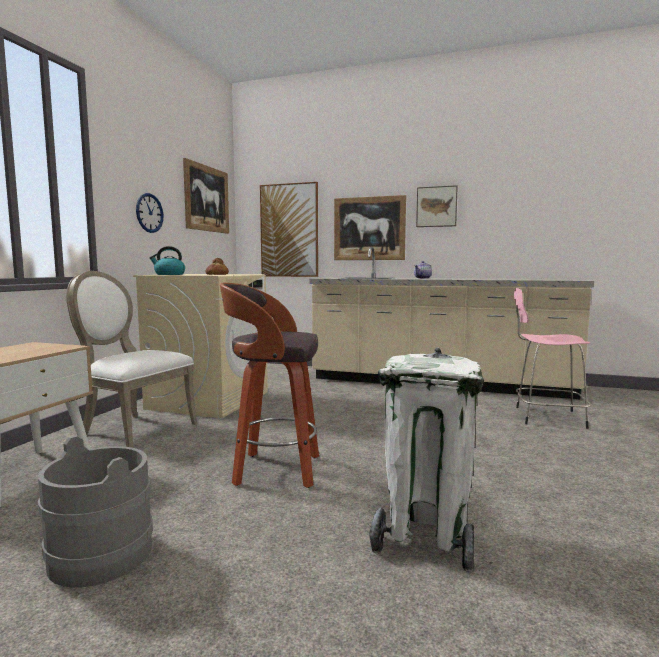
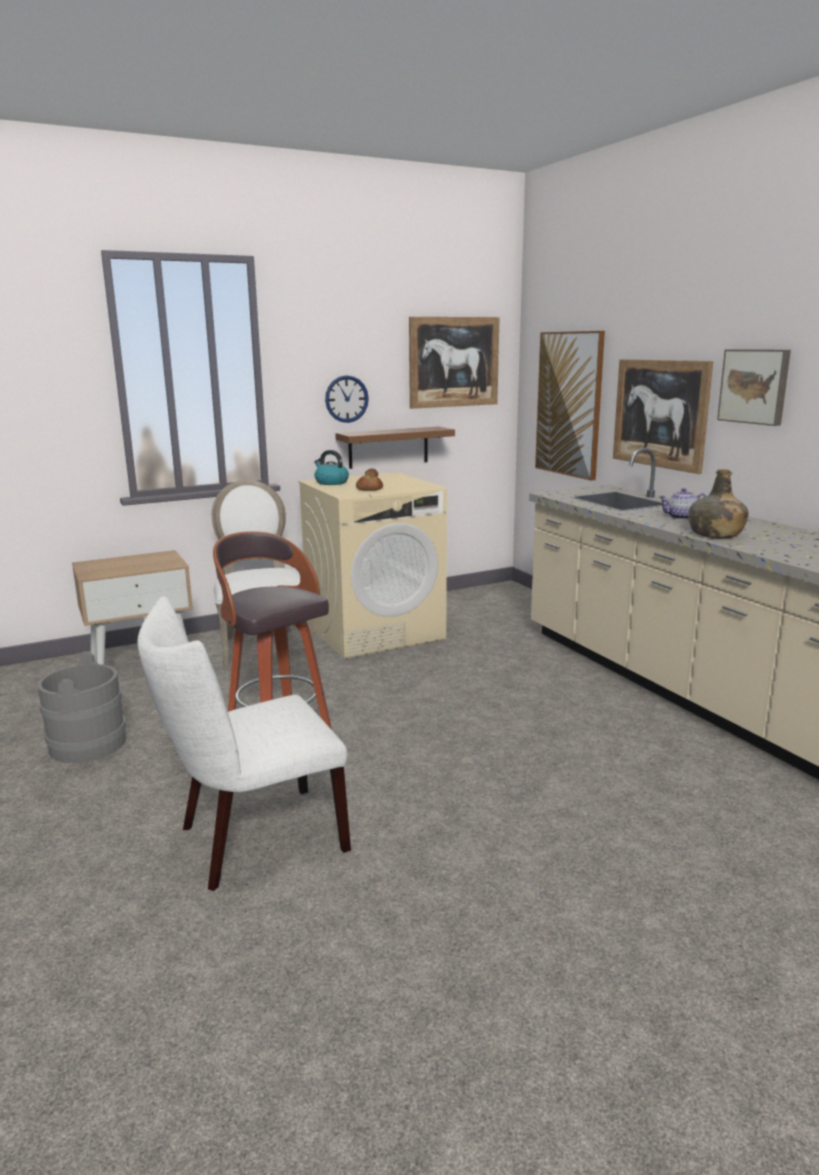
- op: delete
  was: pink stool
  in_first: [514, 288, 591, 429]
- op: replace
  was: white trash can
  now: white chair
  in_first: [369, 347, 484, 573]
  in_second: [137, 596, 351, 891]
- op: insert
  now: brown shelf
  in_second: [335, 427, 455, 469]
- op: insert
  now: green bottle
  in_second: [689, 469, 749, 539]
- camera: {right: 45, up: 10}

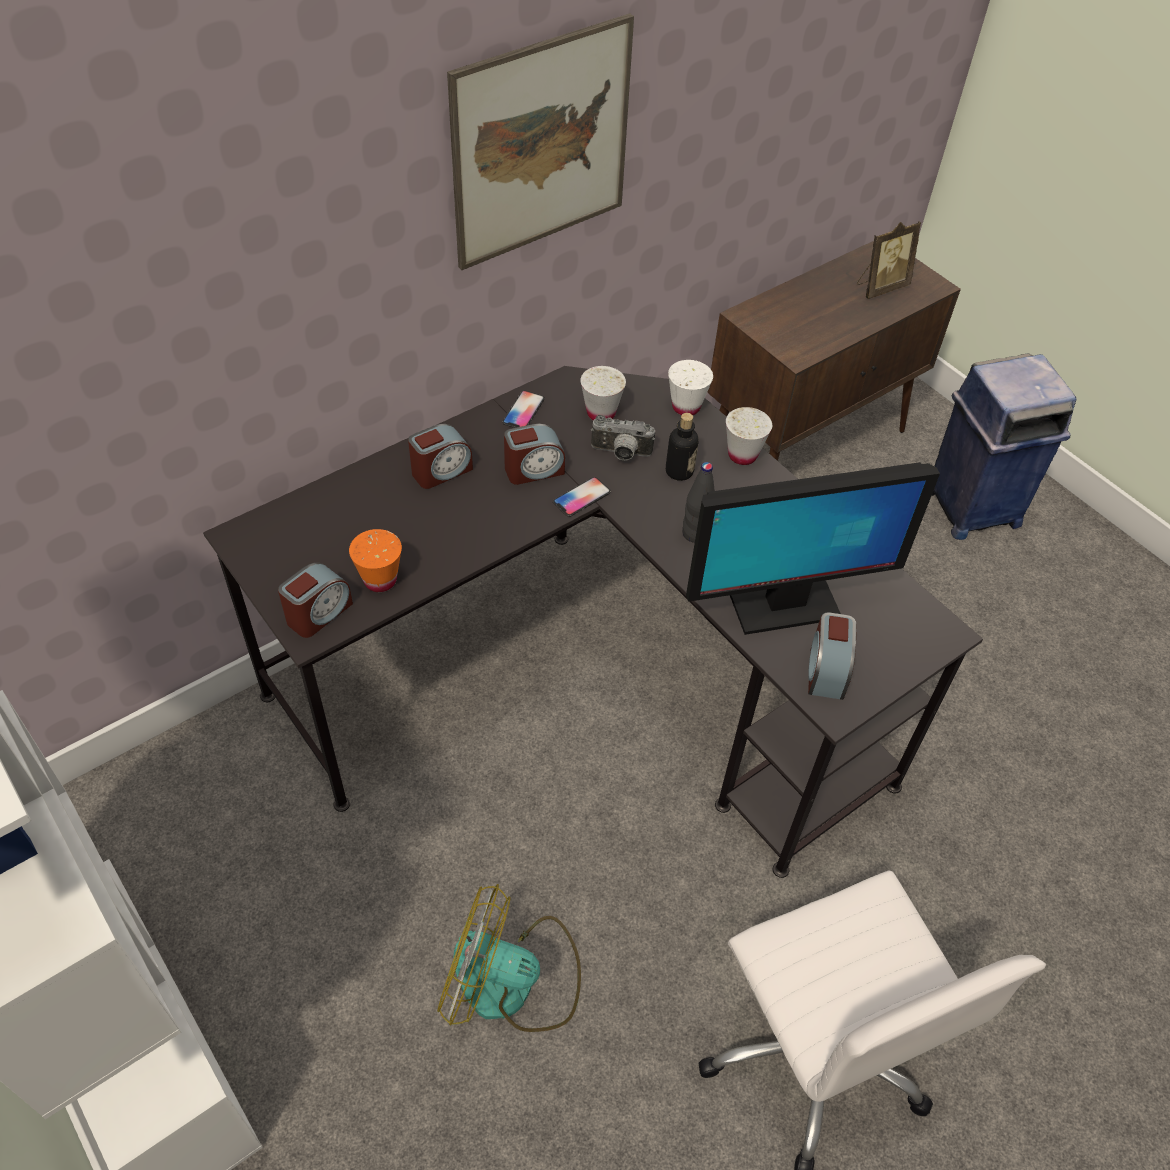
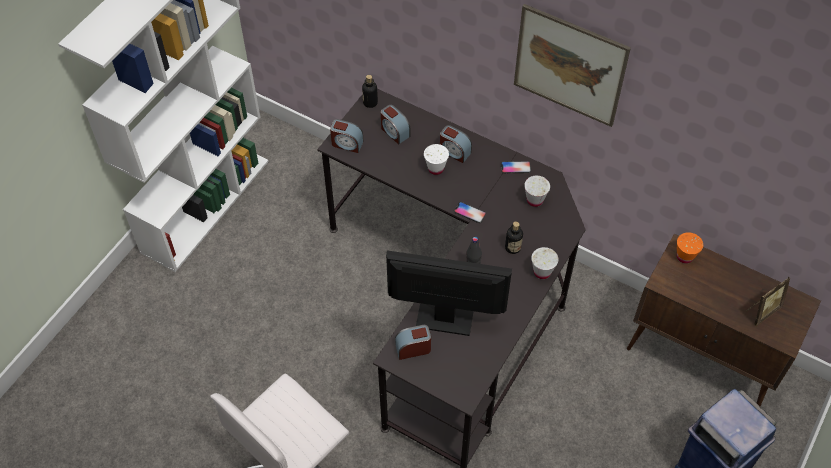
- op: rotate
  was: picture frame
  in_first: [857, 221, 921, 299]
  in_second: [746, 277, 790, 326]
  clockwise: -75
- op: move
  was: white cup
  in_first: [668, 360, 713, 415]
  in_second: [424, 144, 449, 175]
- op: delete
  was: photo camera
  in_first: [591, 415, 655, 461]
- op: move
  was: alarm clock
  in_first: [504, 424, 565, 485]
  in_second: [381, 105, 410, 144]
- op: rotate
  was: monitor
  in_first: [686, 462, 940, 635]
  in_second: [386, 250, 512, 336]
  clockwise: 135
- op: move
  was: orange cup
  in_first: [349, 529, 402, 592]
  in_second: [677, 232, 703, 264]
- op: delete
  was: fan
  in_first: [437, 884, 581, 1032]
- op: insert
  now: bottle
  in_second: [362, 75, 378, 108]
- camera: {right: 70, up: 5}

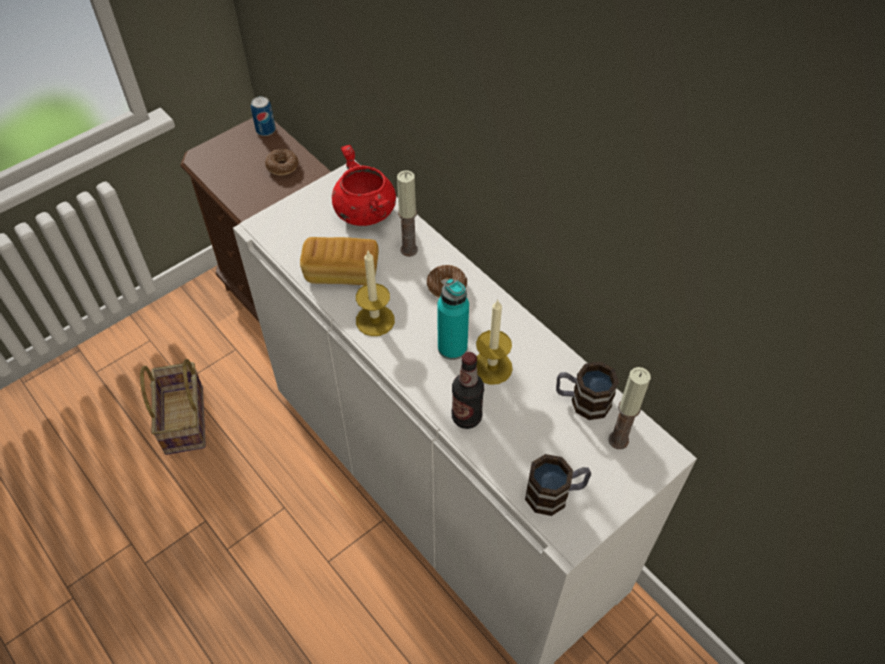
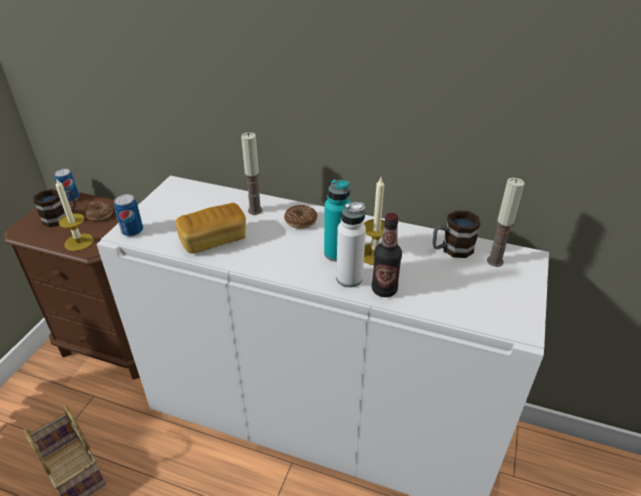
- op: delete
  was: red cooking pot
  in_first: [332, 145, 396, 226]
- op: move
  was: candle
  in_first: [356, 251, 395, 336]
  in_second: [56, 179, 94, 251]
- op: move
  was: mug
  in_first: [525, 454, 591, 516]
  in_second: [33, 189, 76, 227]
- op: insert
  now: can
  in_second: [114, 194, 143, 237]
- op: insert
  now: white bottle
  in_second: [336, 202, 366, 287]
- camera: {right: -30, up: -15}

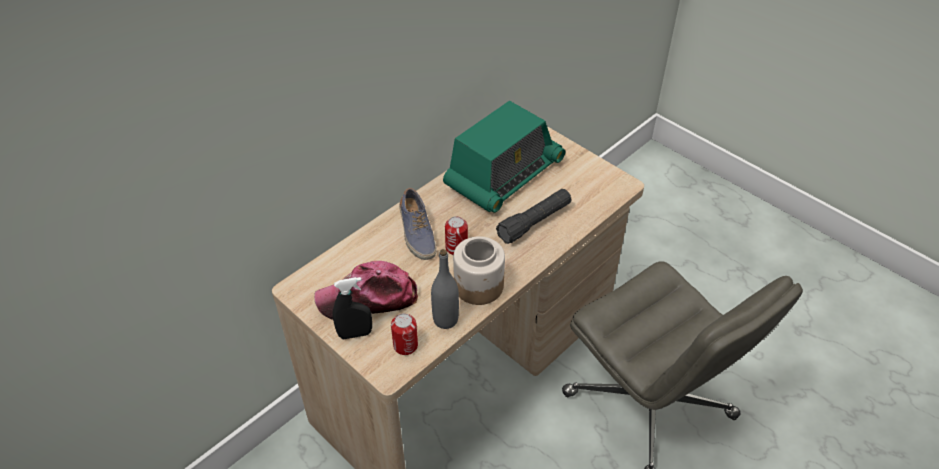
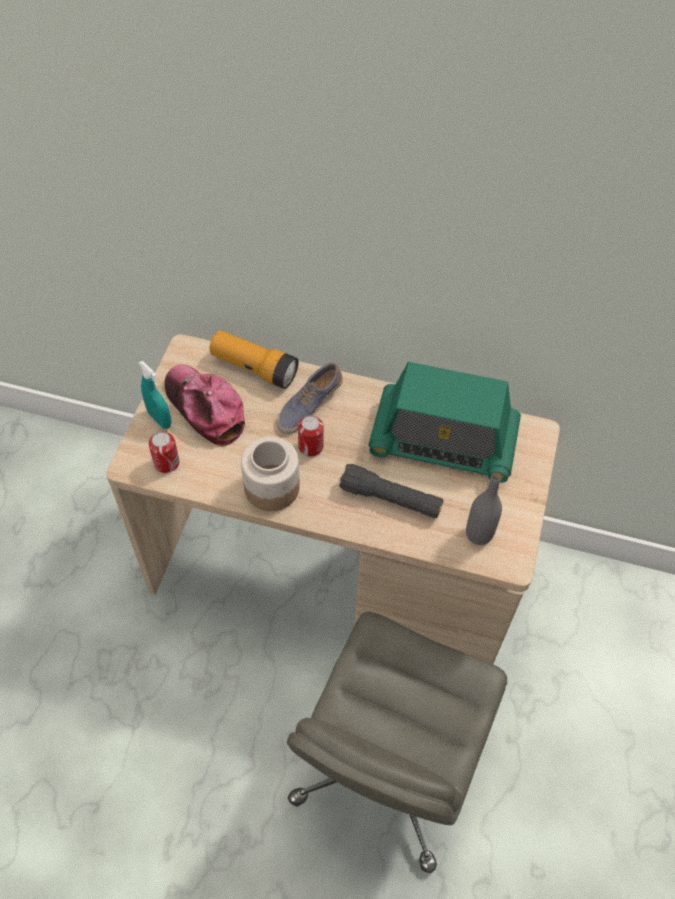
- op: move
  was: grey bottle
  in_first: [431, 249, 459, 329]
  in_second: [466, 472, 502, 545]
- op: recolor
  was: black spray bottle
  now: turquoise spray bottle
  in_first: [333, 277, 372, 339]
  in_second: [139, 361, 171, 429]
- op: insert
  now: flashlight
  in_second: [210, 330, 299, 389]
- camera: {right: 60, up: 10}

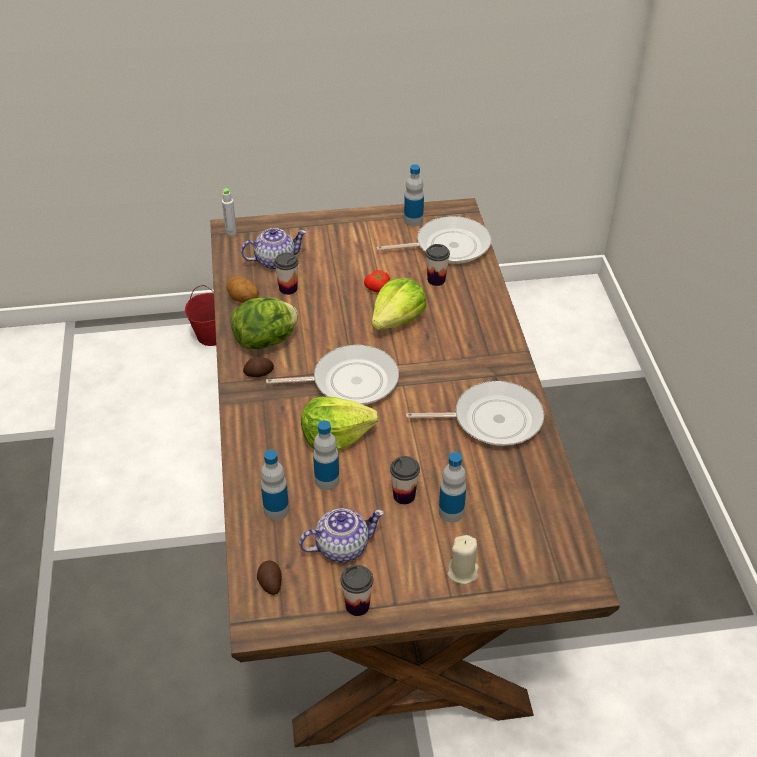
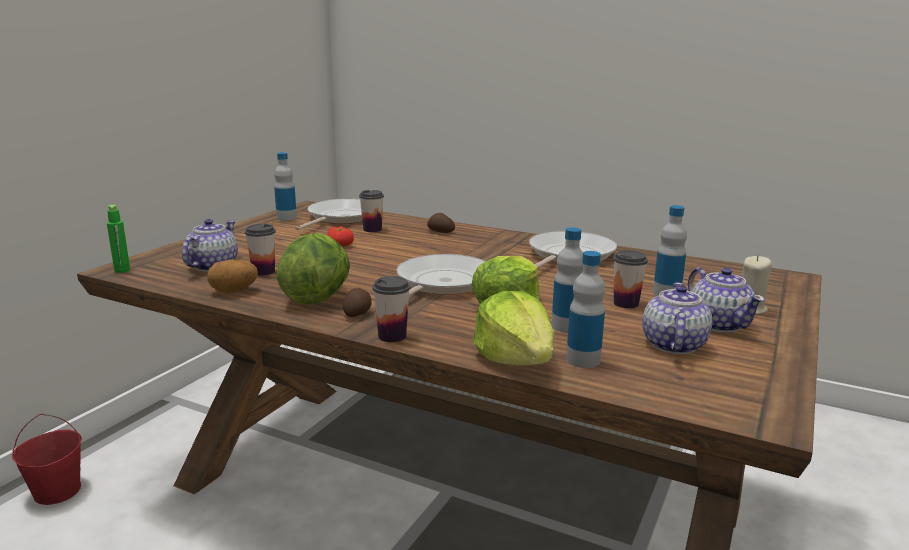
- op: recolor
  was: grey bottle
  now: green bottle
  in_first: [222, 188, 237, 236]
  in_second: [107, 205, 130, 273]
- op: move
  was: lettuce
  in_first: [372, 278, 426, 330]
  in_second: [473, 291, 555, 366]
- op: move
  was: potato
  in_first: [257, 560, 282, 595]
  in_second: [427, 213, 455, 233]
- op: move
  was: cup
  in_first: [341, 565, 373, 616]
  in_second: [372, 276, 410, 342]
- op: insert
  now: teapot
  in_second: [688, 267, 765, 333]
- camera: {right: -55, up: -25}

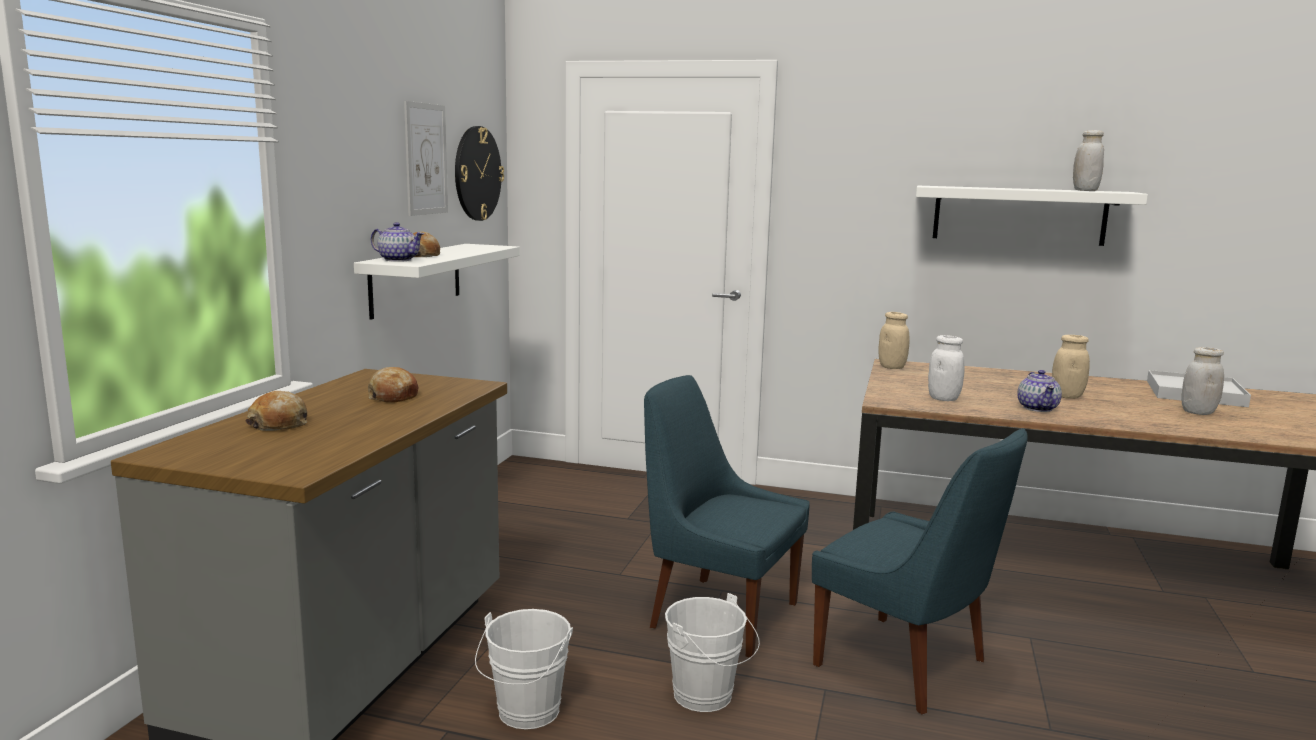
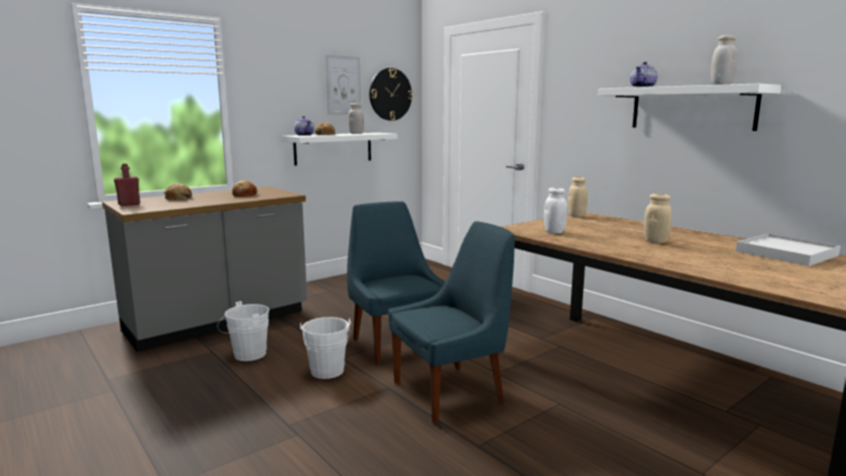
- op: move
  was: white jar
  in_first: [1181, 347, 1224, 415]
  in_second: [348, 103, 364, 134]
- op: move
  was: teapot
  in_first: [1017, 370, 1062, 412]
  in_second: [630, 62, 658, 87]
- op: rotate
  was: blue chair
  in_first: [812, 428, 1028, 715]
  in_second: [388, 221, 515, 424]
  clockwise: -105
- op: insert
  now: red bottle
  in_second: [114, 163, 140, 206]
- camera: {right: 35, up: 0}

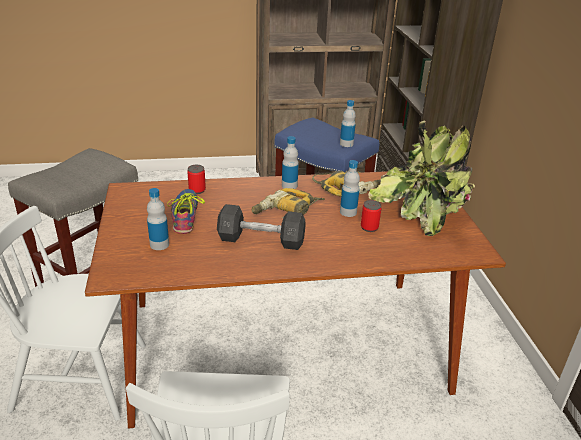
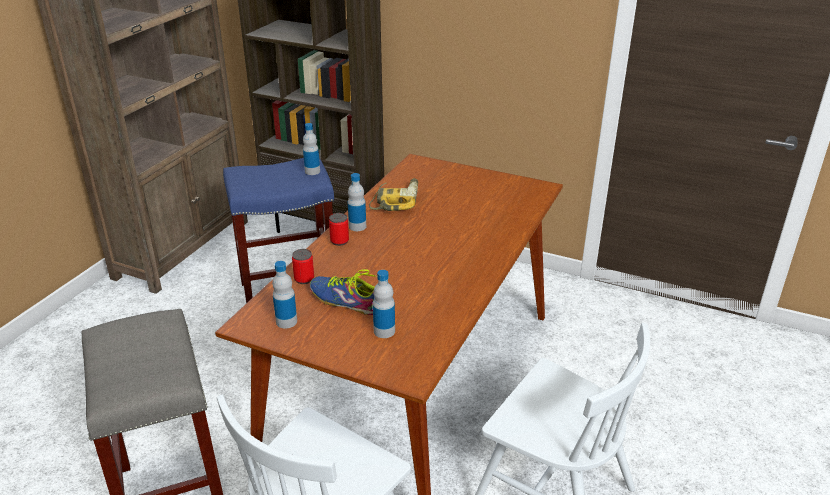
- op: delete
  was: potted plant
  in_first: [368, 120, 475, 236]
- op: move
  was: bottle
  in_first: [340, 160, 360, 217]
  in_second: [272, 261, 297, 329]
- op: delete
  was: power drill
  in_first: [251, 188, 325, 218]
- op: move
  was: can
  in_first: [361, 200, 381, 232]
  in_second: [329, 213, 349, 246]
- op: delete
  was: grey dumbbell
  in_first: [217, 204, 306, 250]
- camera: {right: -55, up: 0}

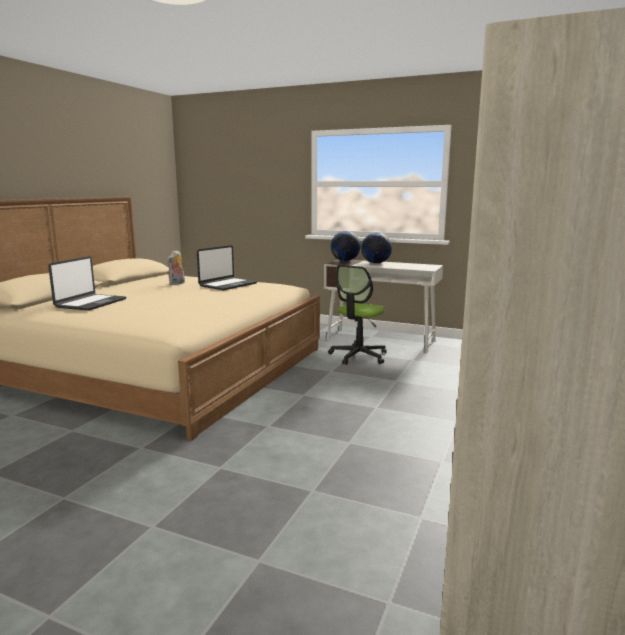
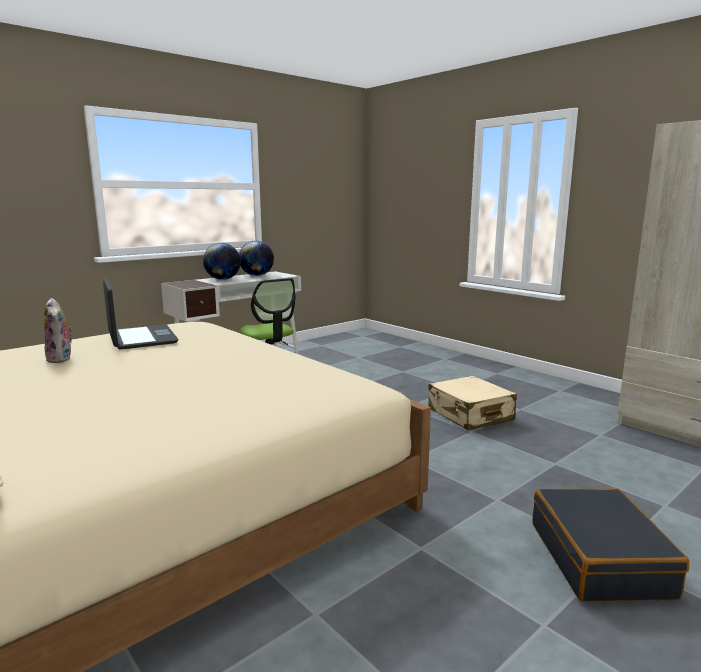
- op: move
  was: globe
  in_first: [331, 231, 361, 261]
  in_second: [239, 241, 274, 276]
- op: delete
  was: laptop
  in_first: [48, 256, 127, 311]
- op: insert
  now: beige suitcase
  in_second: [428, 376, 517, 430]
- op: insert
  now: black suitcase
  in_second: [532, 488, 689, 601]
- camera: {right: -65, up: 0}

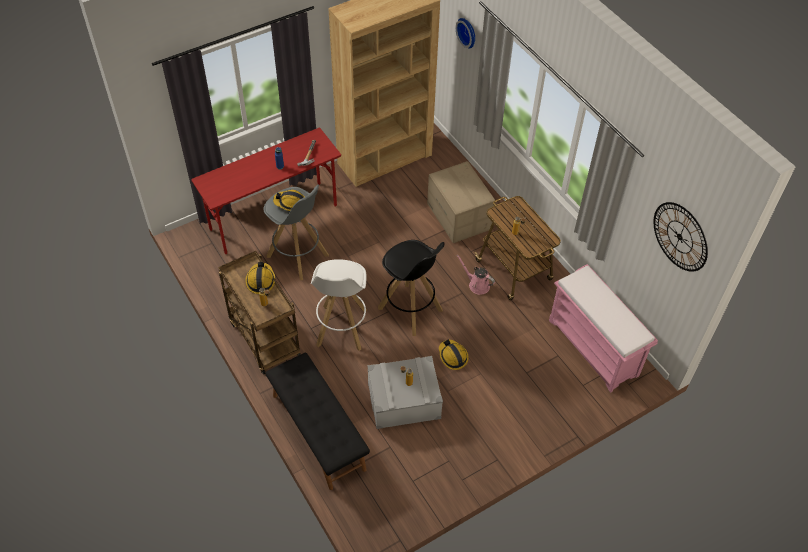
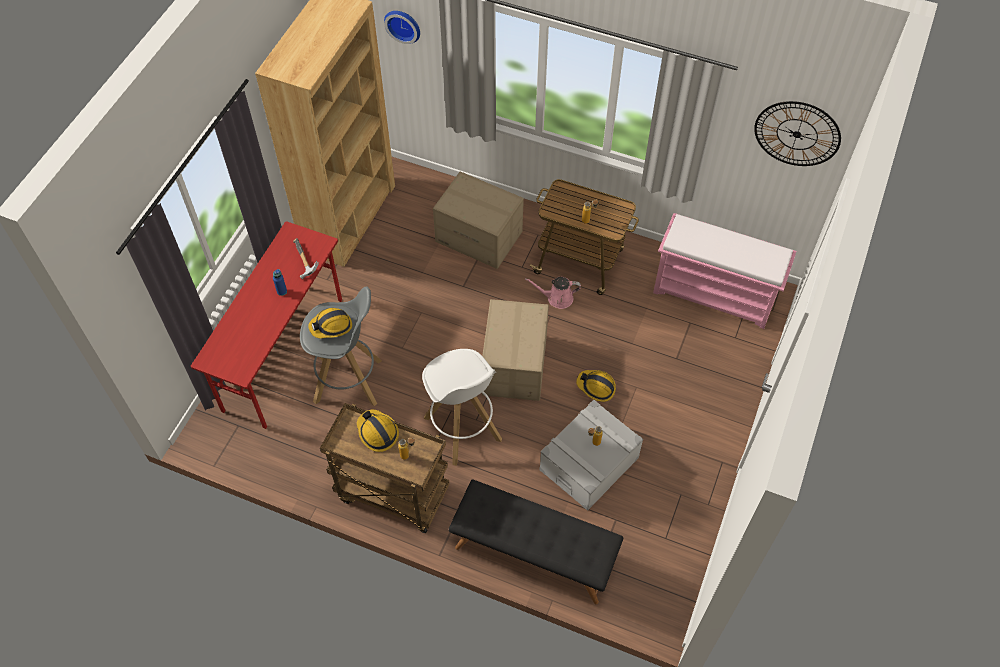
- op: replace
  was: black stool
  now: cardboard box
  in_first: [378, 240, 445, 336]
  in_second: [482, 299, 549, 401]
- camera: {right: -35, up: 5}

